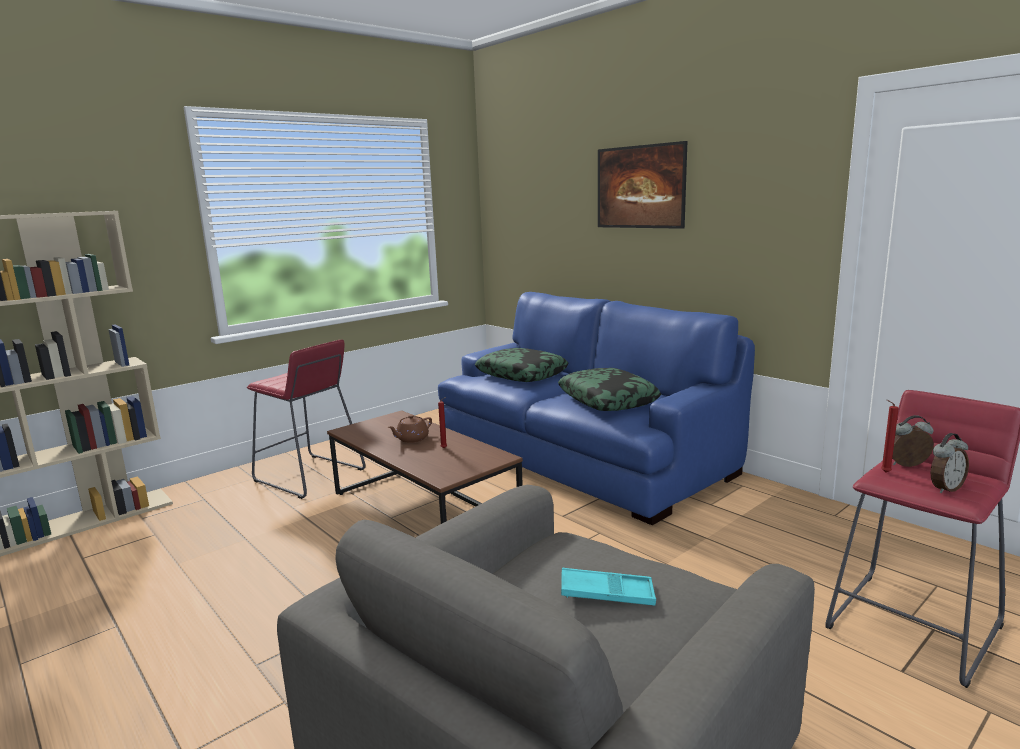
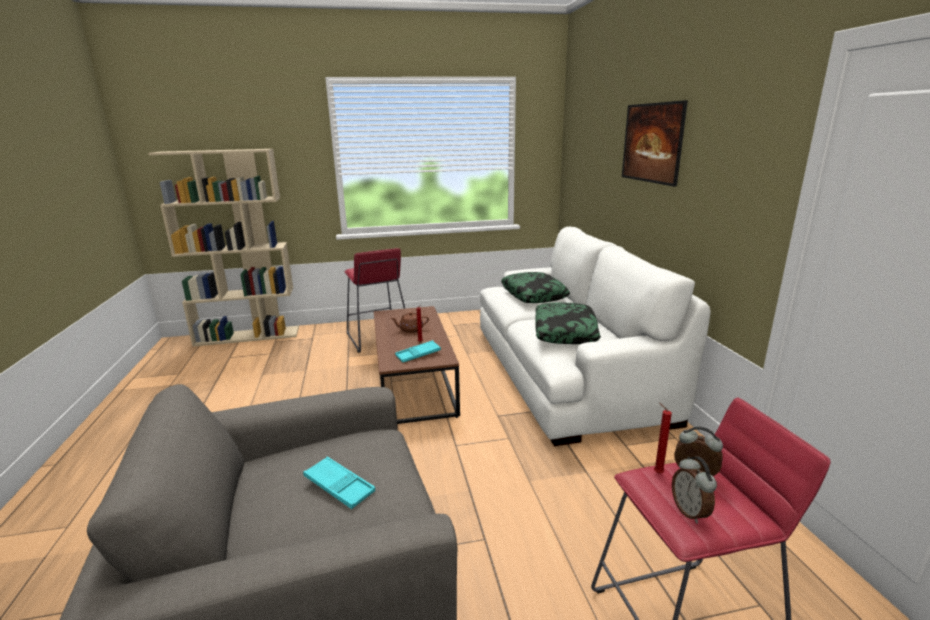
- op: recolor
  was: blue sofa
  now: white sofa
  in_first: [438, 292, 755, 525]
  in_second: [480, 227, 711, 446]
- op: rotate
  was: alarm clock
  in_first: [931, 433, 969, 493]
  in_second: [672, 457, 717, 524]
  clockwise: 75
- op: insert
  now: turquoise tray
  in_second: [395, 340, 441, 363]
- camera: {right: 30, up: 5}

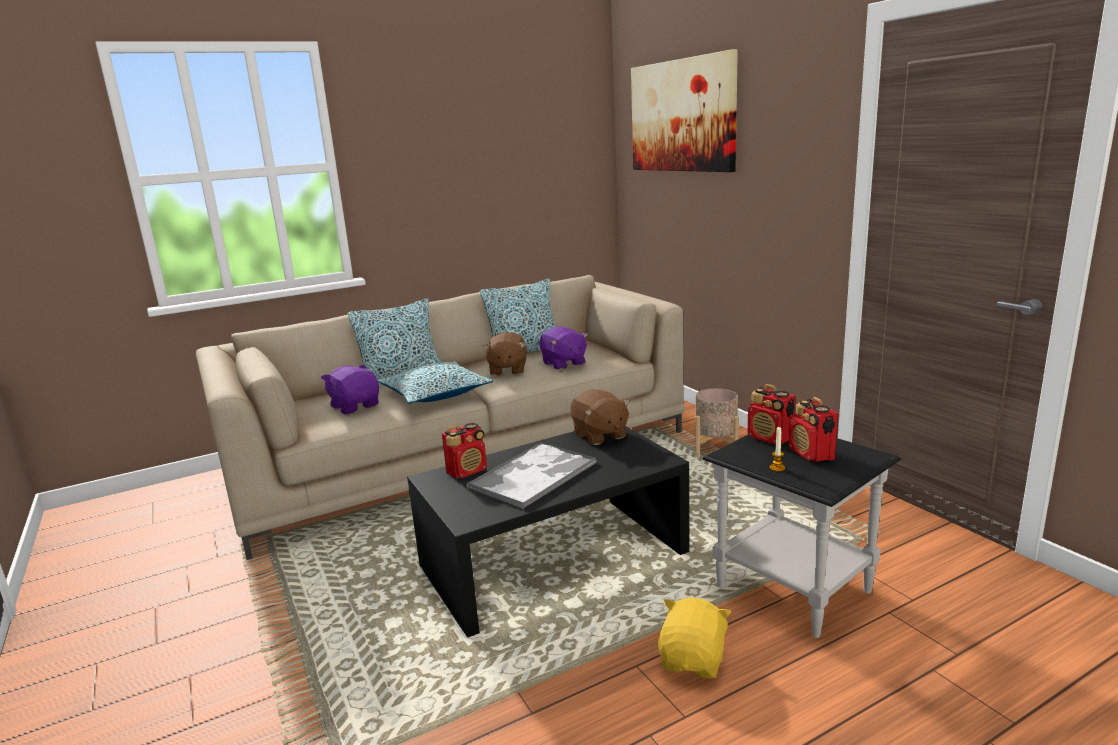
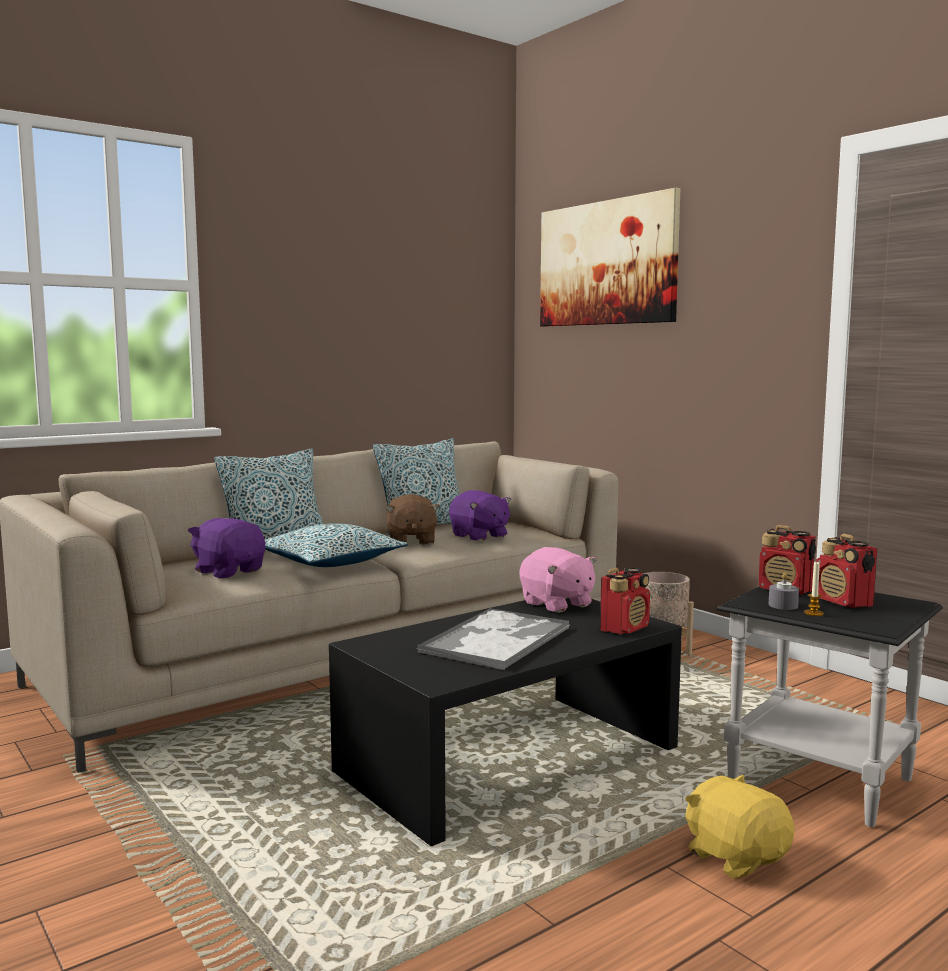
- op: recolor
  was: brown plush toy
  now: pink plush toy
  in_first: [570, 389, 630, 445]
  in_second: [519, 547, 597, 613]
- op: move
  was: radio
  in_first: [442, 423, 487, 479]
  in_second: [600, 567, 650, 634]
- op: rotate
  was: yellow plush toy
  in_first: [658, 598, 731, 678]
  in_second: [685, 775, 795, 879]
  clockwise: -45
- op: insert
  now: grey candle
  in_second: [769, 573, 799, 610]
- camera: {right: -10, up: -10}

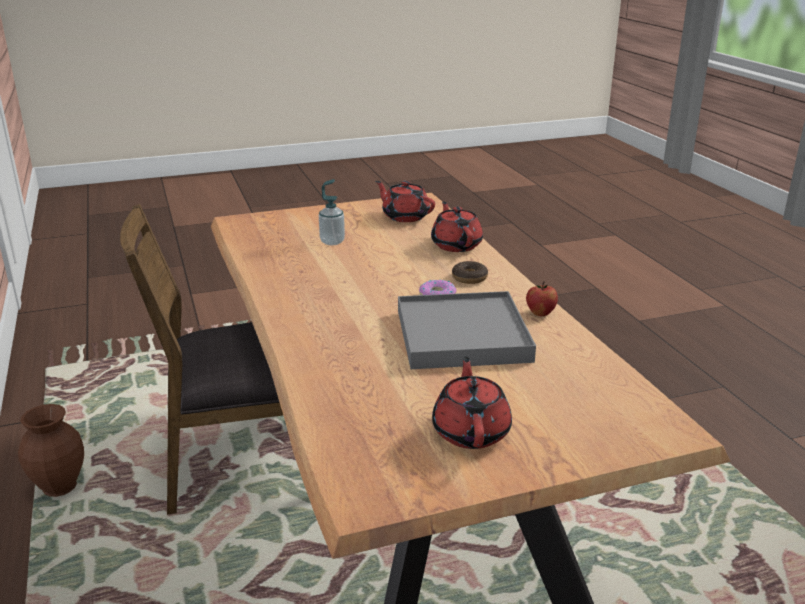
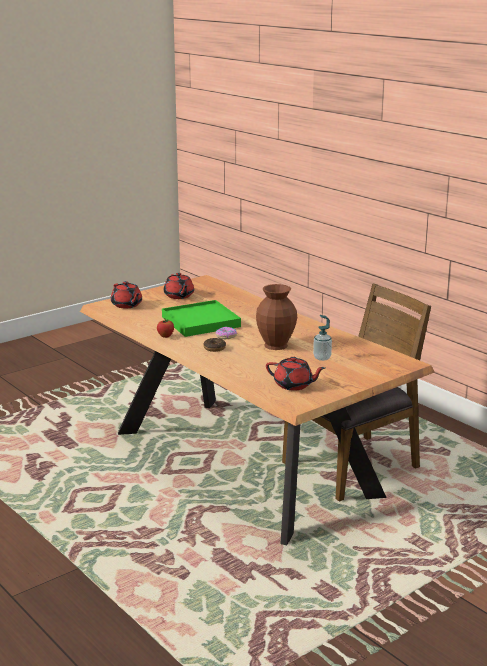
- op: move
  was: red teapot
  in_first: [431, 201, 483, 252]
  in_second: [111, 281, 142, 308]
- op: recolor
  was: grey tray
  now: green tray
  in_first: [398, 291, 536, 369]
  in_second: [162, 300, 241, 337]
- op: move
  was: brown vase
  in_first: [18, 404, 84, 497]
  in_second: [256, 284, 297, 350]
- camera: {right: 160, up: -5}

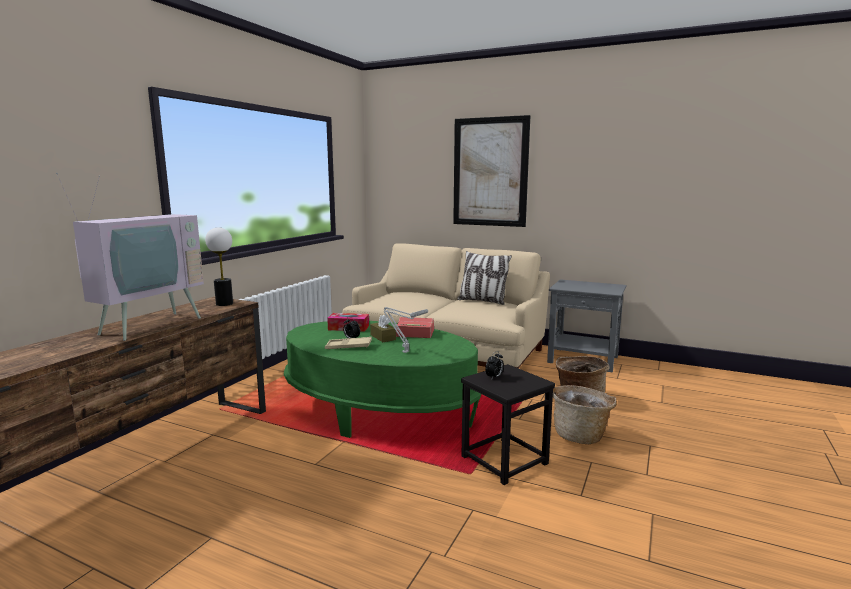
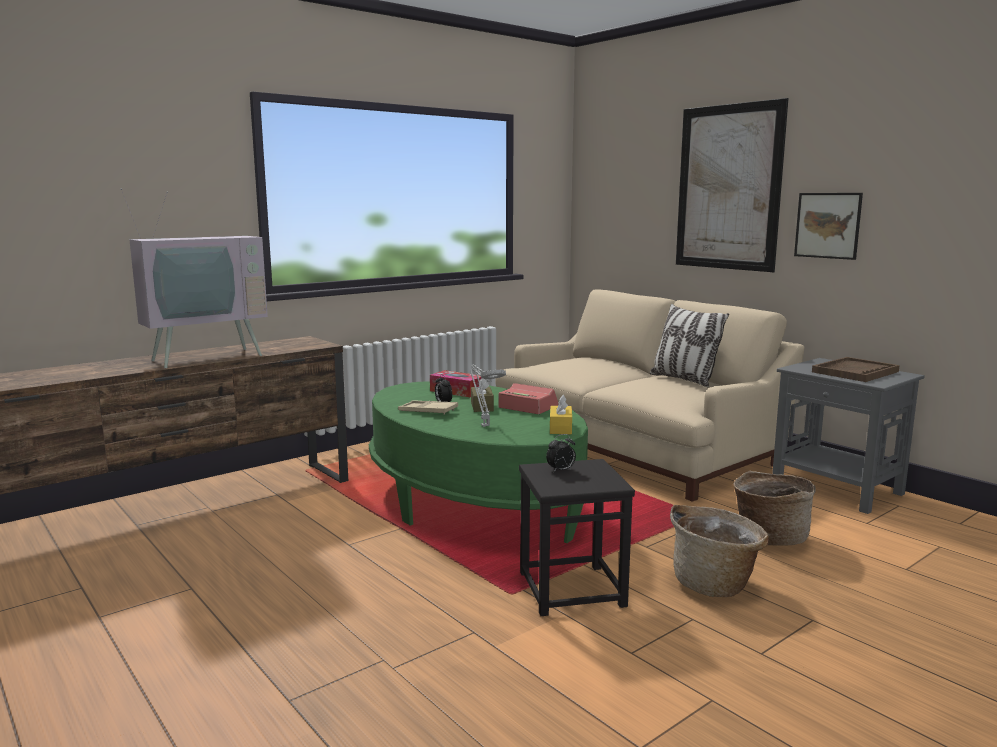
- op: delete
  was: table lamp
  in_first: [205, 227, 233, 306]
- op: insert
  now: picture
  in_second: [794, 193, 863, 260]
- op: insert
  now: brown tray
  in_second: [812, 357, 900, 382]
- op: insert
  now: yellow tissue box
  in_second: [550, 395, 572, 434]
- camera: {right: 25, up: 0}

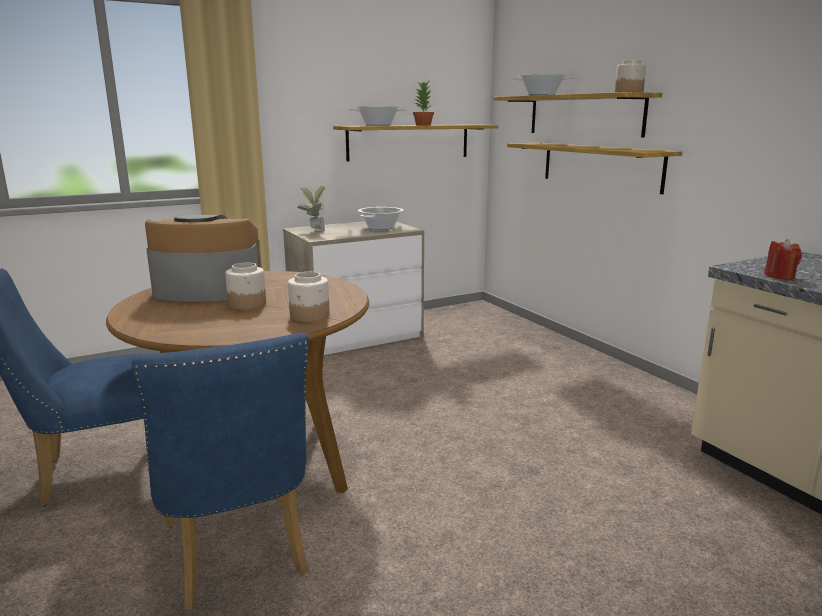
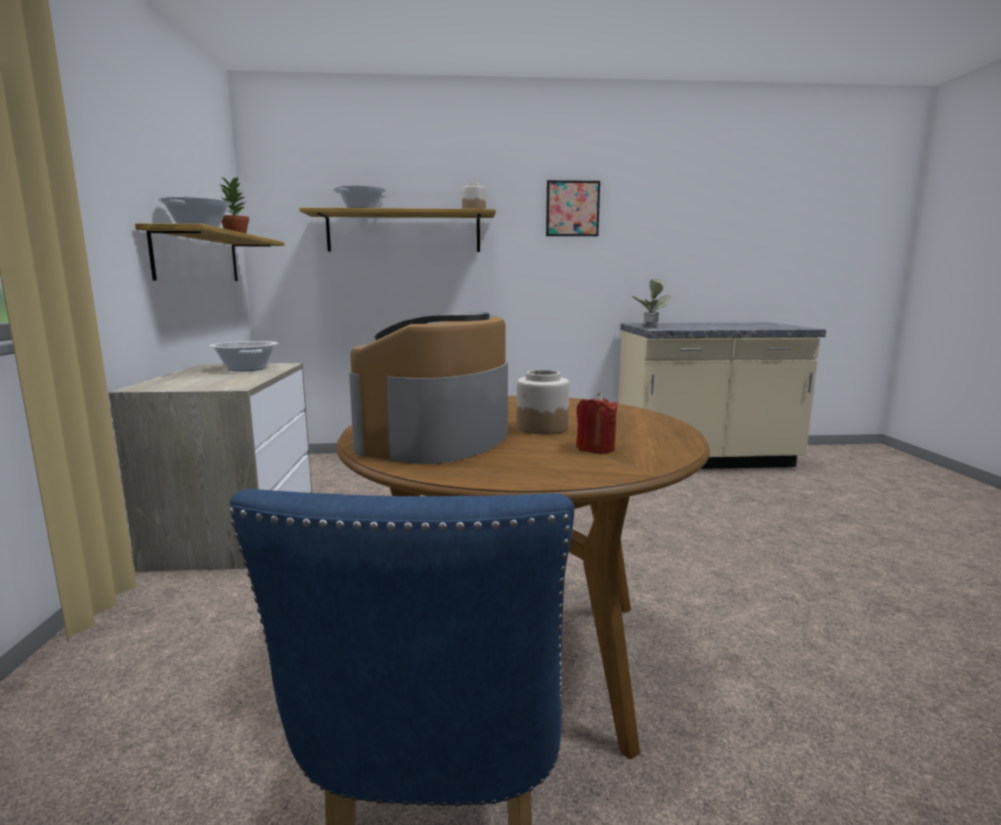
- op: delete
  was: shelf
  in_first: [507, 143, 682, 194]
- op: move
  was: potted plant
  in_first: [297, 186, 326, 231]
  in_second: [632, 279, 673, 326]
- op: move
  was: red candle
  in_first: [764, 239, 802, 280]
  in_second: [576, 392, 618, 453]
- op: delete
  was: jar
  in_first: [288, 272, 330, 322]
- op: delete
  was: blue chair
  in_first: [132, 333, 309, 610]
- op: insert
  now: picture
  in_second: [546, 180, 600, 236]
- camera: {right: -65, up: -5}

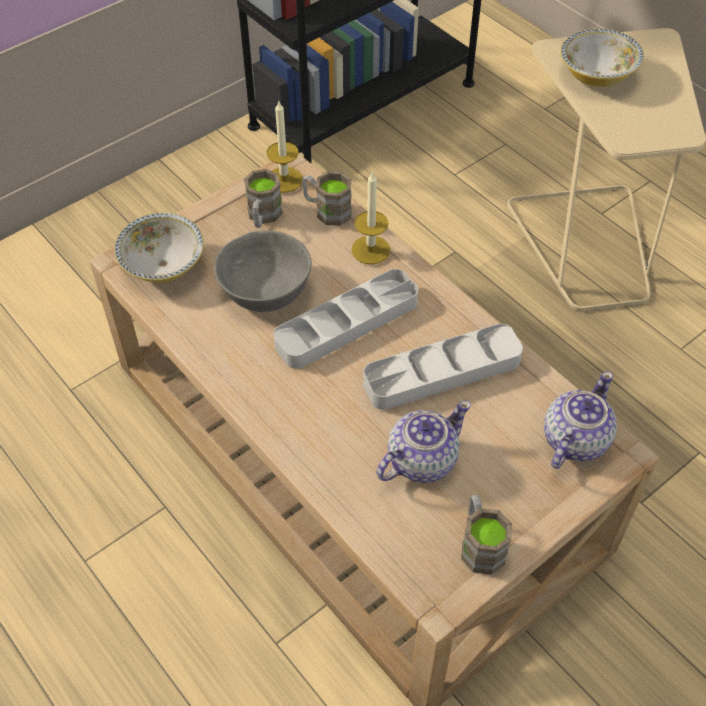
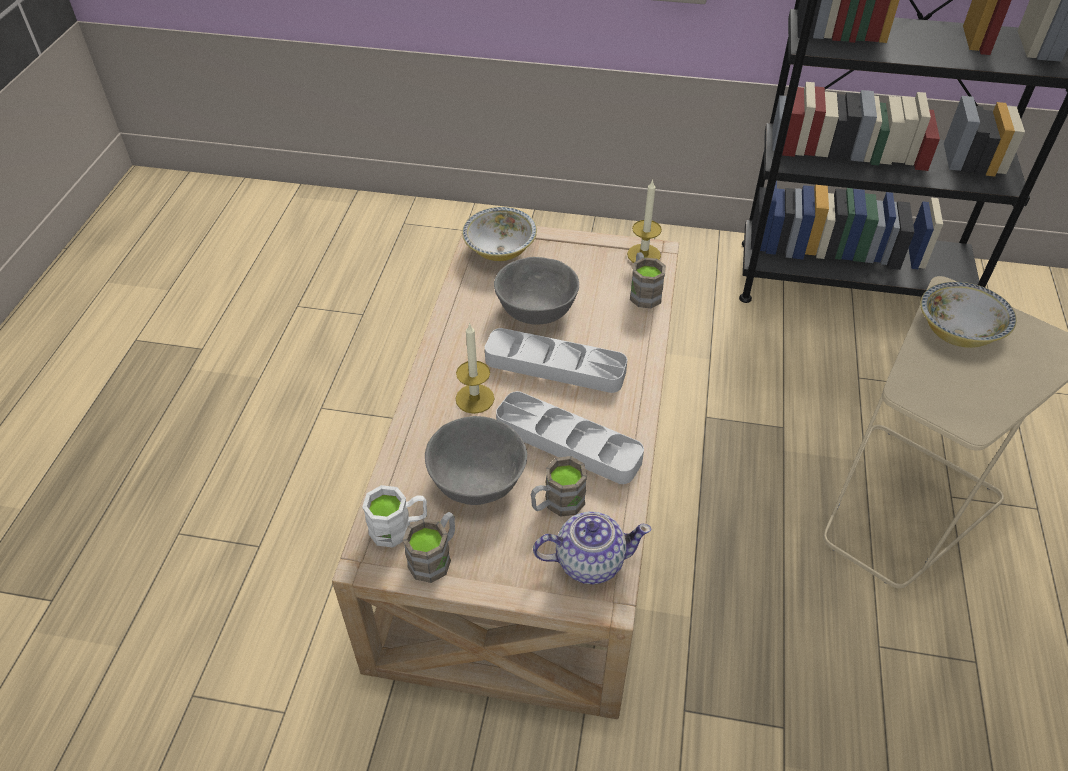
- op: move
  was: brown mug
  in_first: [244, 169, 283, 228]
  in_second: [531, 456, 587, 517]
- op: move
  was: candle
  in_first: [352, 171, 390, 264]
  in_second: [455, 323, 494, 414]
- op: replace
  was: teapot
  now: grey bowl
  in_first: [377, 400, 471, 483]
  in_second: [425, 416, 527, 505]
- op: insert
  now: white mug
  in_second: [362, 485, 427, 547]
- camera: {right: 50, up: -5}

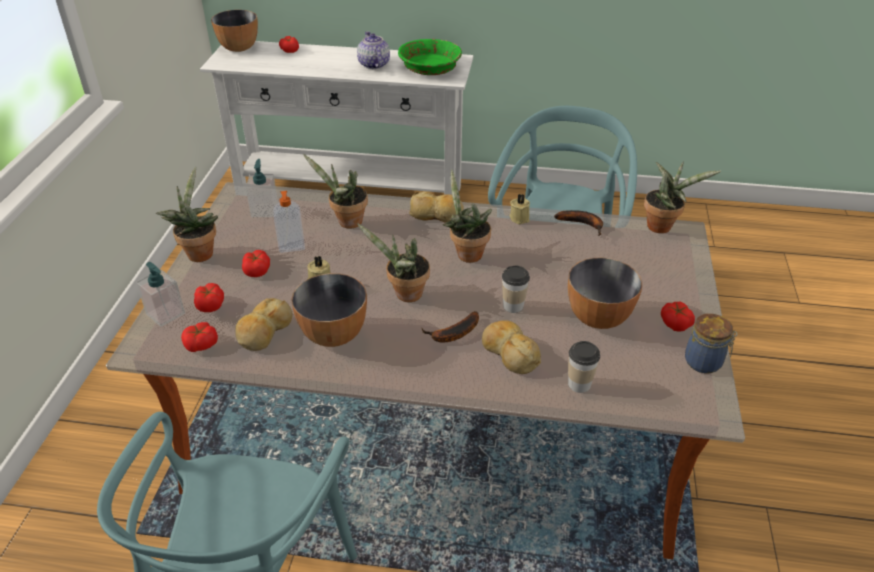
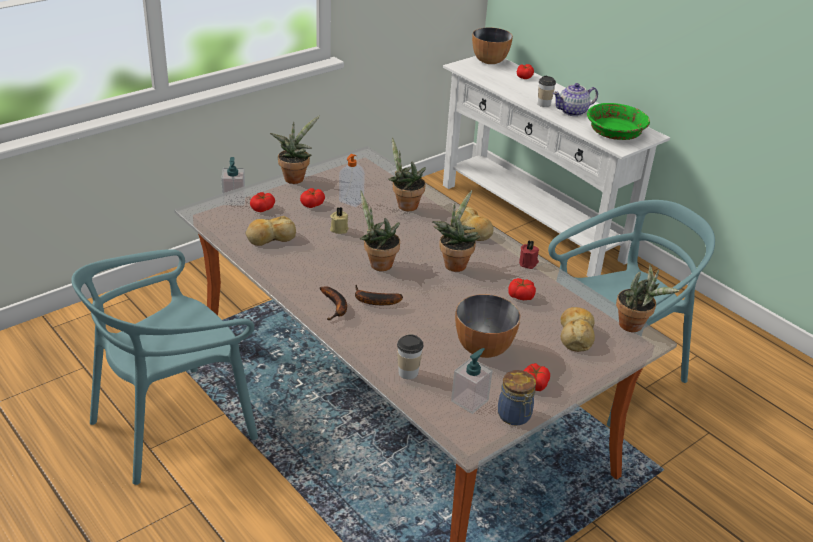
- op: rotate
  was: teapot
  in_first: [357, 31, 390, 69]
  in_second: [553, 83, 598, 116]
  clockwise: -135
- op: move
  was: soap dispenser
  in_first: [246, 159, 278, 217]
  in_second: [451, 348, 493, 414]
- op: recolor
  was: beige candle
  now: red candle
  in_first: [510, 194, 530, 224]
  in_second: [519, 241, 539, 269]
- op: move
  was: banana
  in_first: [554, 210, 603, 236]
  in_second: [320, 286, 347, 320]
- op: move
  was: cup
  in_first: [502, 266, 530, 313]
  in_second: [538, 76, 556, 107]
- op: delete
  was: bowl
  in_first: [291, 273, 367, 347]
- op: move
  was: bread
  in_first: [482, 320, 541, 374]
  in_second: [561, 307, 595, 352]
- op: move
  was: tomato
  in_first: [181, 322, 218, 352]
  in_second: [508, 278, 536, 300]
- camera: {right: 40, up: -5}

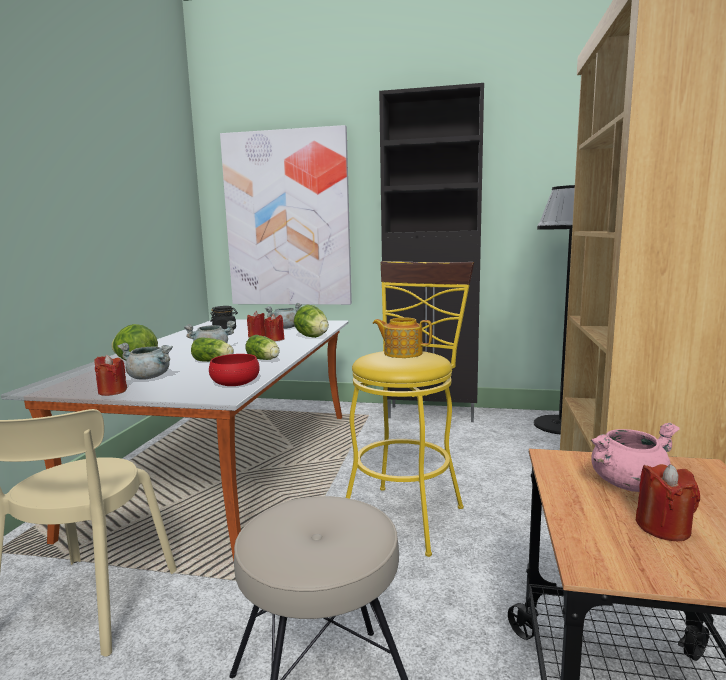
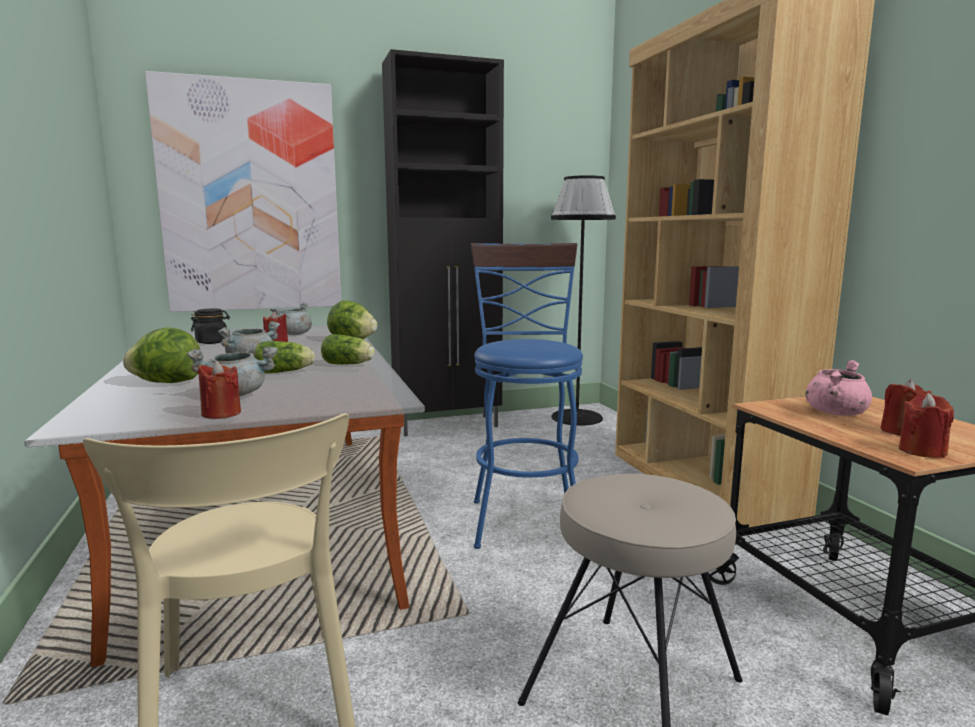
- op: recolor
  was: yellow stool
  now: blue stool
  in_first: [346, 261, 474, 557]
  in_second: [471, 243, 583, 549]
- op: move
  was: red candle
  in_first: [264, 313, 284, 341]
  in_second: [899, 393, 954, 458]
- op: delete
  was: teapot
  in_first: [373, 317, 432, 358]
- op: delete
  was: red bowl
  in_first: [209, 354, 260, 386]
- camera: {right: -30, up: 0}

